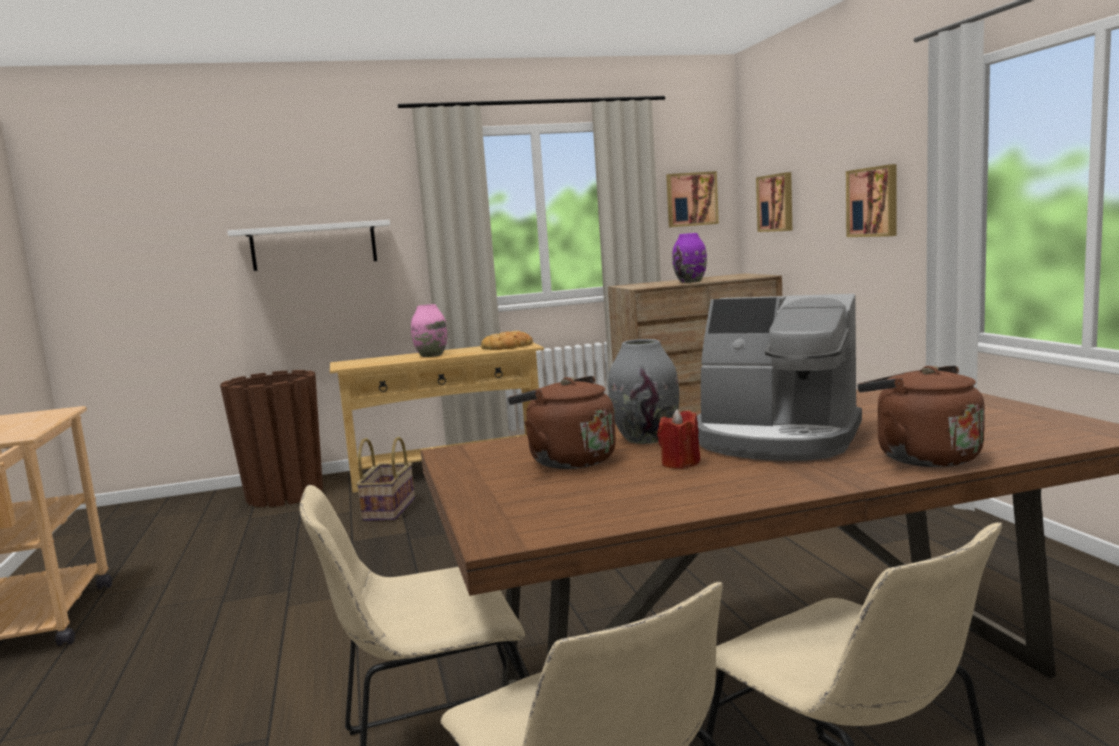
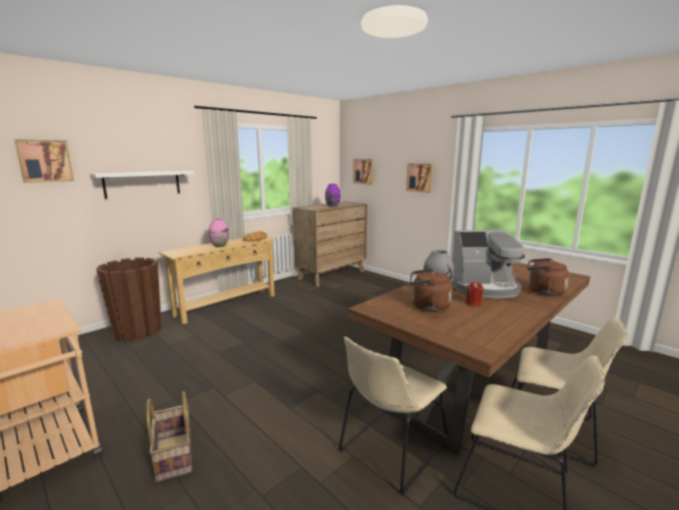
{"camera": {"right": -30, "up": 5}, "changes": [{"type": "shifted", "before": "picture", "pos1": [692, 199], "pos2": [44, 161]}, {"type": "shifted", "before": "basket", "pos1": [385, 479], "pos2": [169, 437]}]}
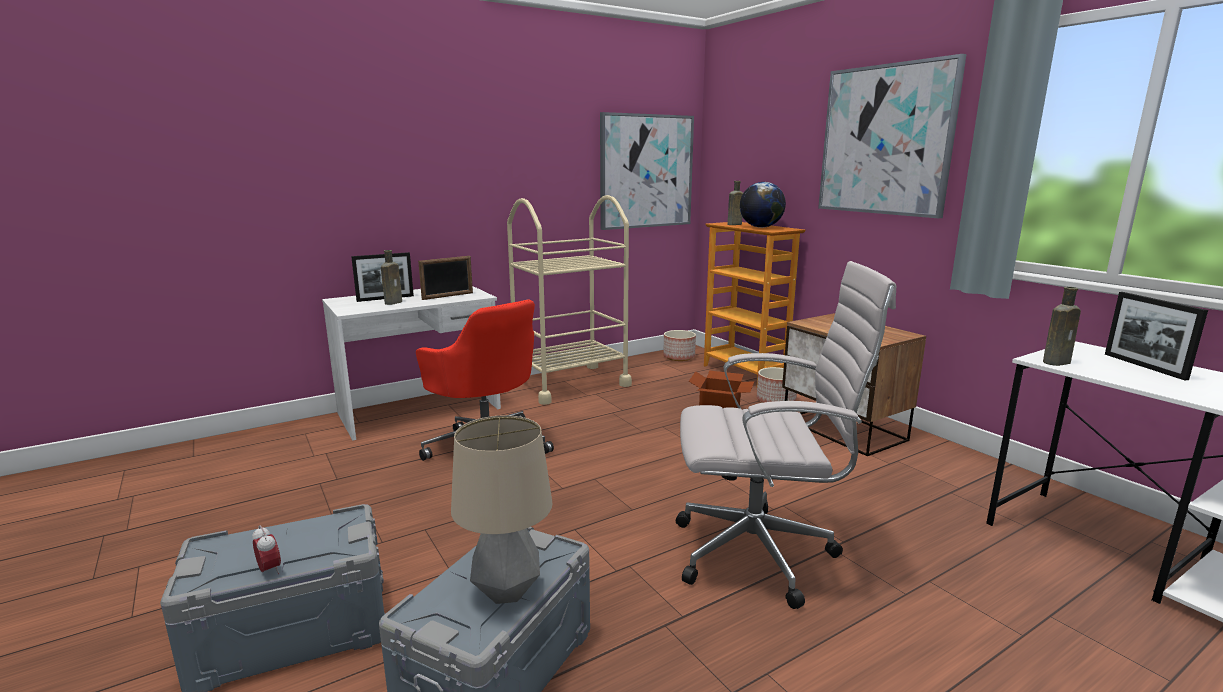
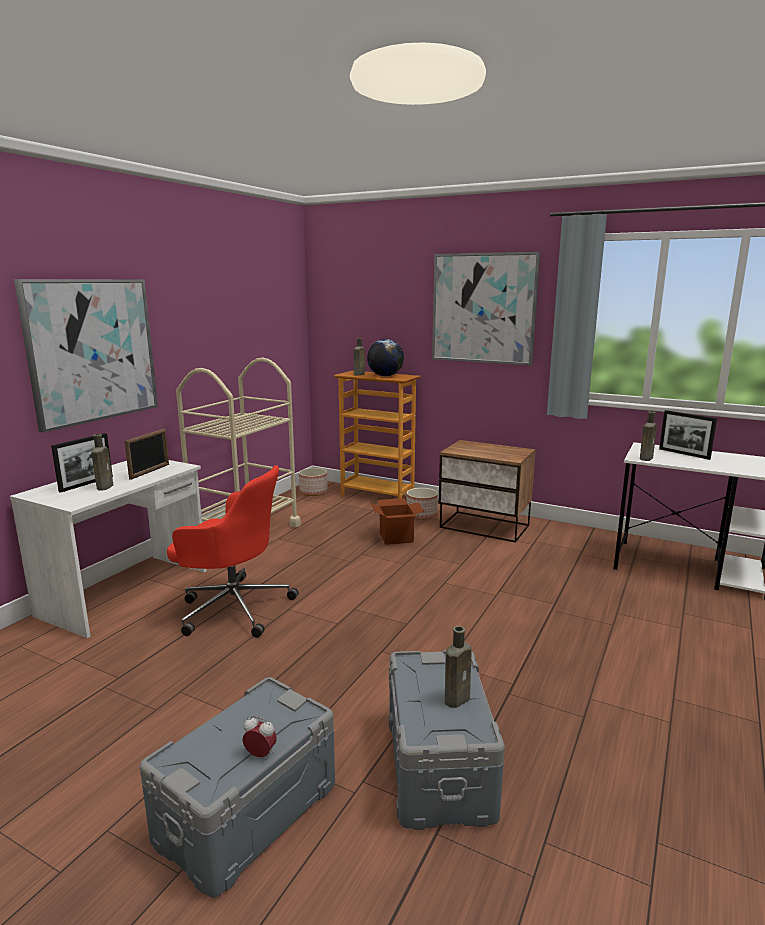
{"camera": {"right": -30, "up": 0}, "changes": [{"type": "shifted", "before": "picture", "pos1": [647, 171], "pos2": [86, 356]}, {"type": "gone", "before": "white office chair", "pos1": [786, 435]}, {"type": "swapped", "before": "table lamp", "after": "brown bottle", "pos1": [501, 509], "pos2": [461, 667]}]}
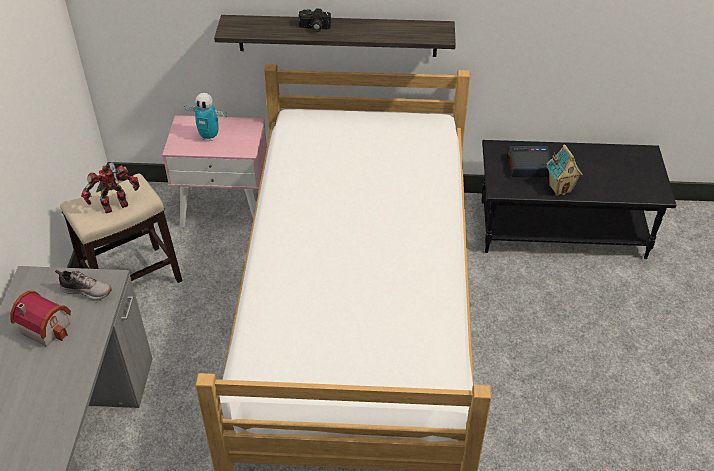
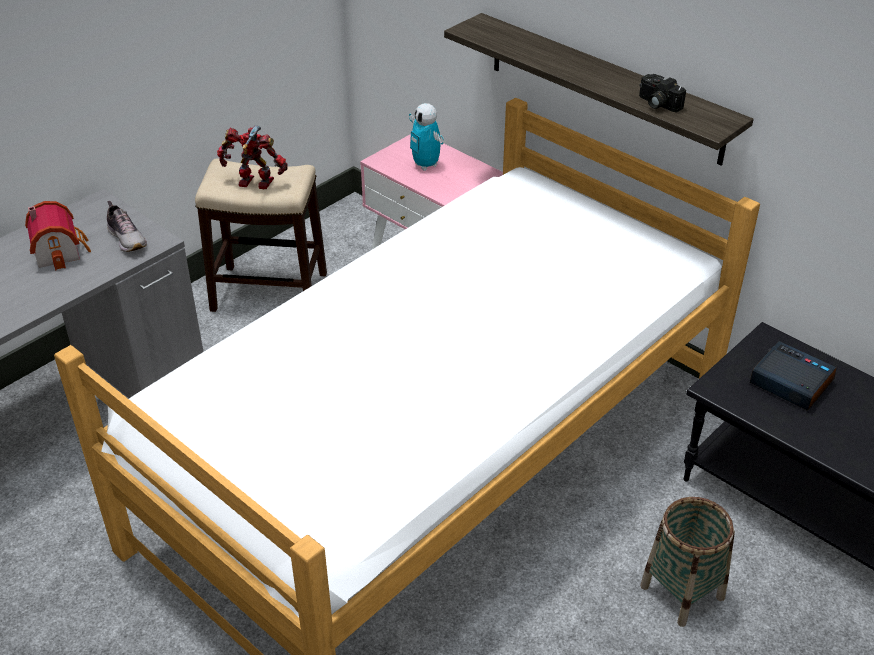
{"camera": {"right": 40, "up": -5}, "changes": [{"type": "shifted", "before": "photo camera", "pos1": [314, 20], "pos2": [662, 93]}, {"type": "gone", "before": "toy house", "pos1": [564, 170]}, {"type": "new", "after": "basket", "pos2": [687, 562]}]}
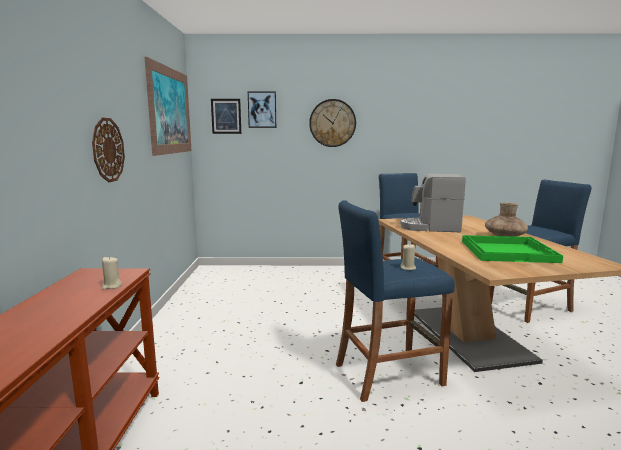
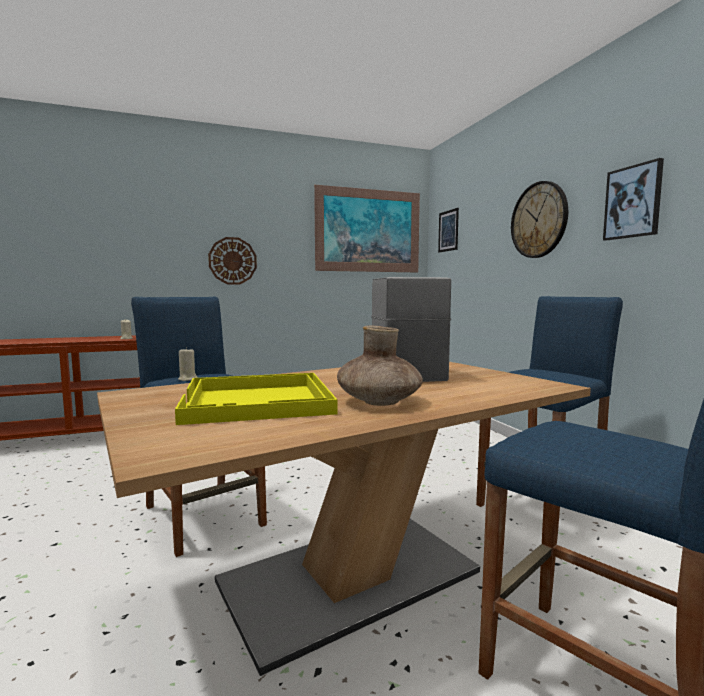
{"camera": {"right": 70, "up": -5}, "changes": [{"type": "shifted", "before": "picture", "pos1": [262, 110], "pos2": [633, 199]}, {"type": "repainted", "before": "green tray", "after": "yellow tray", "pos1": [512, 249], "pos2": [256, 399]}]}
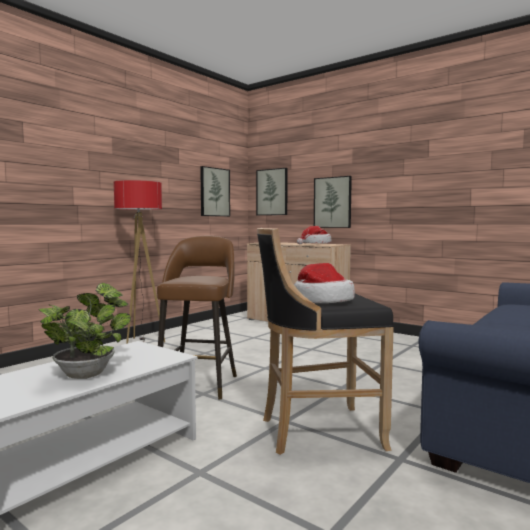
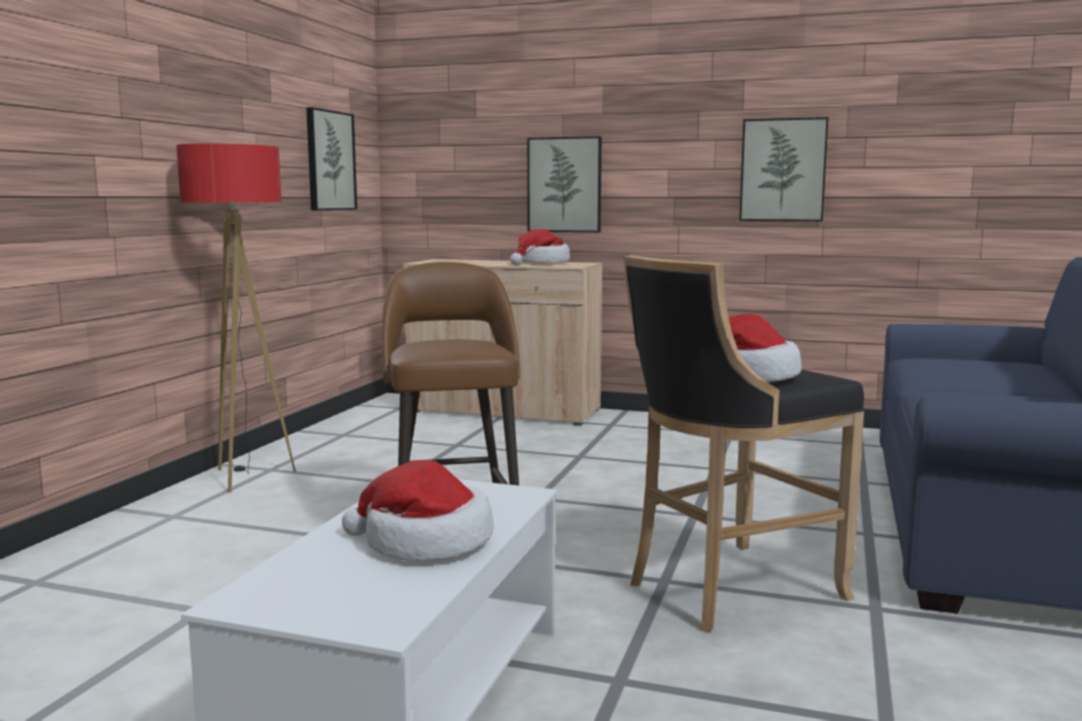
{"camera": {"right": -20, "up": 5}, "changes": [{"type": "shifted", "before": "picture", "pos1": [272, 191], "pos2": [784, 169]}, {"type": "swapped", "before": "potted plant", "after": "hat", "pos1": [84, 331], "pos2": [418, 510]}]}
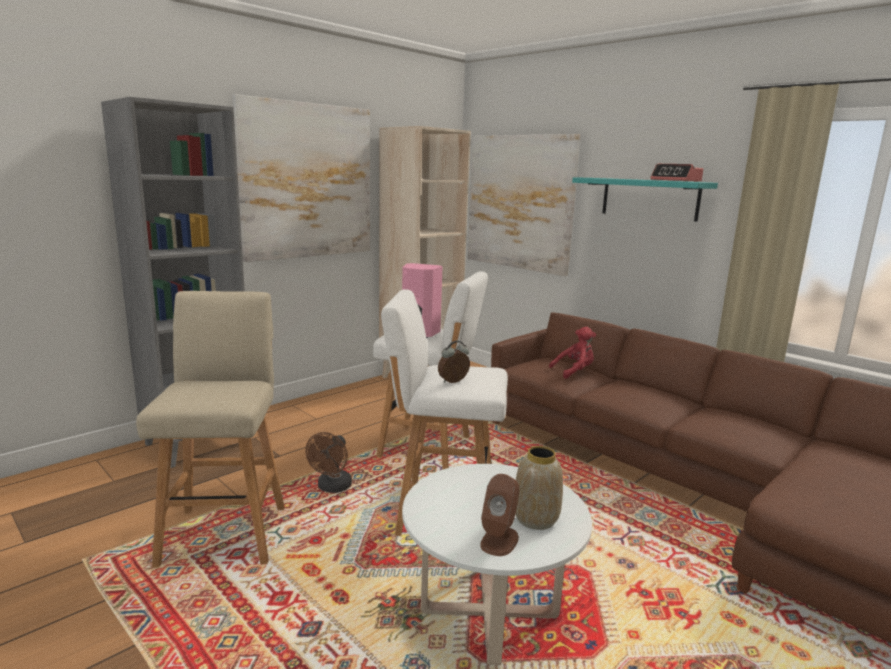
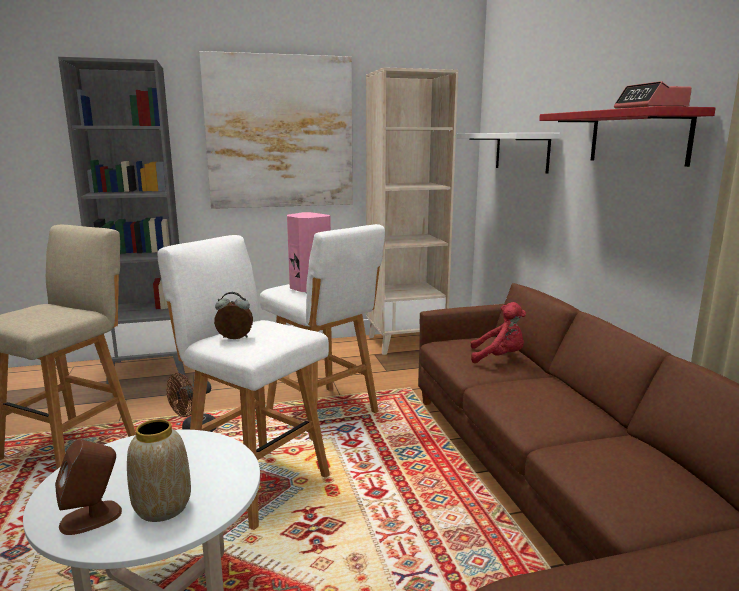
{"camera": {"right": 30, "up": 0}, "changes": [{"type": "swapped", "before": "picture", "after": "white shelf", "pos1": [524, 205], "pos2": [508, 153]}, {"type": "repainted", "before": "turquoise shelf", "after": "red shelf", "pos1": [645, 199], "pos2": [627, 136]}]}
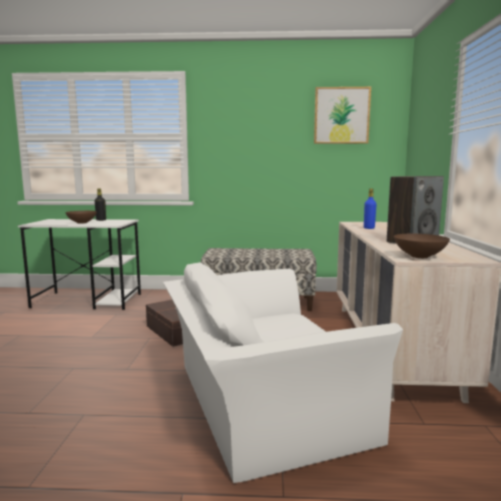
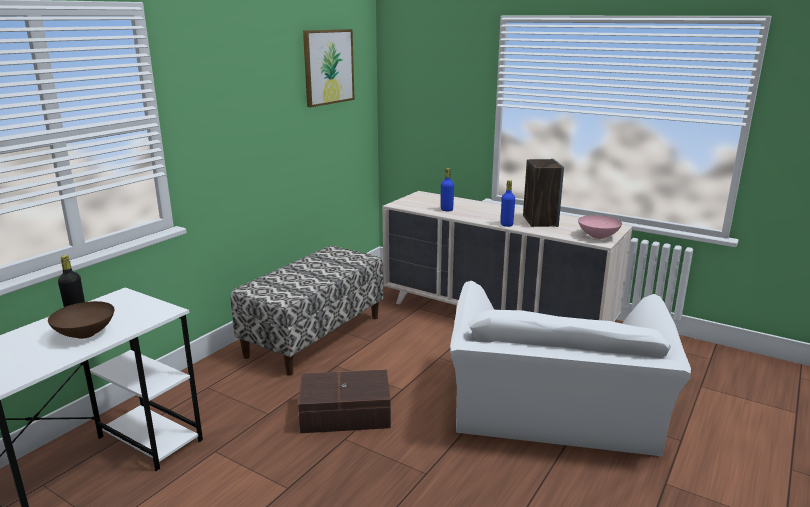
{"camera": {"right": -60, "up": 10}, "changes": [{"type": "repainted", "before": "brown bowl", "after": "pink bowl", "pos1": [422, 246], "pos2": [600, 227]}, {"type": "new", "after": "blue bottle", "pos2": [508, 203]}]}
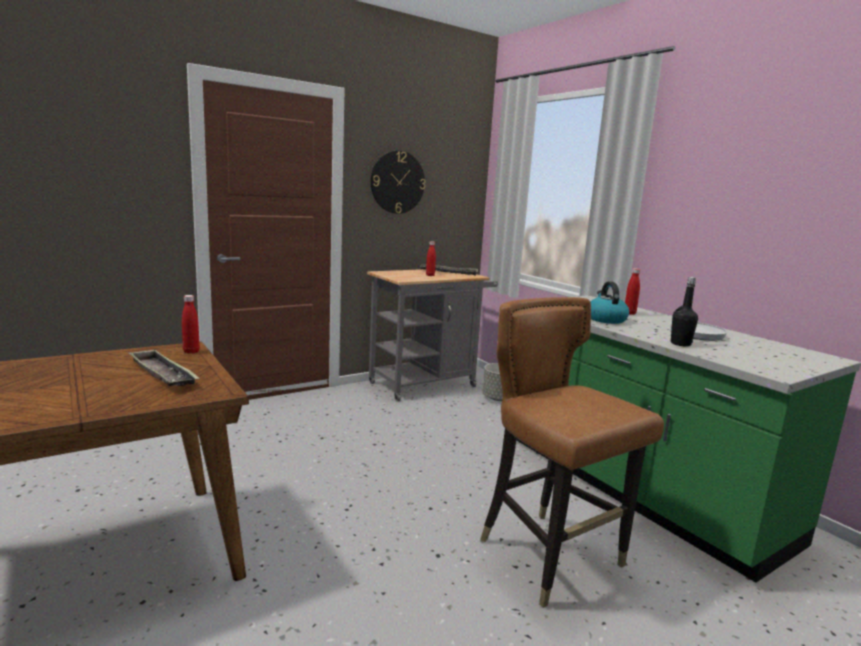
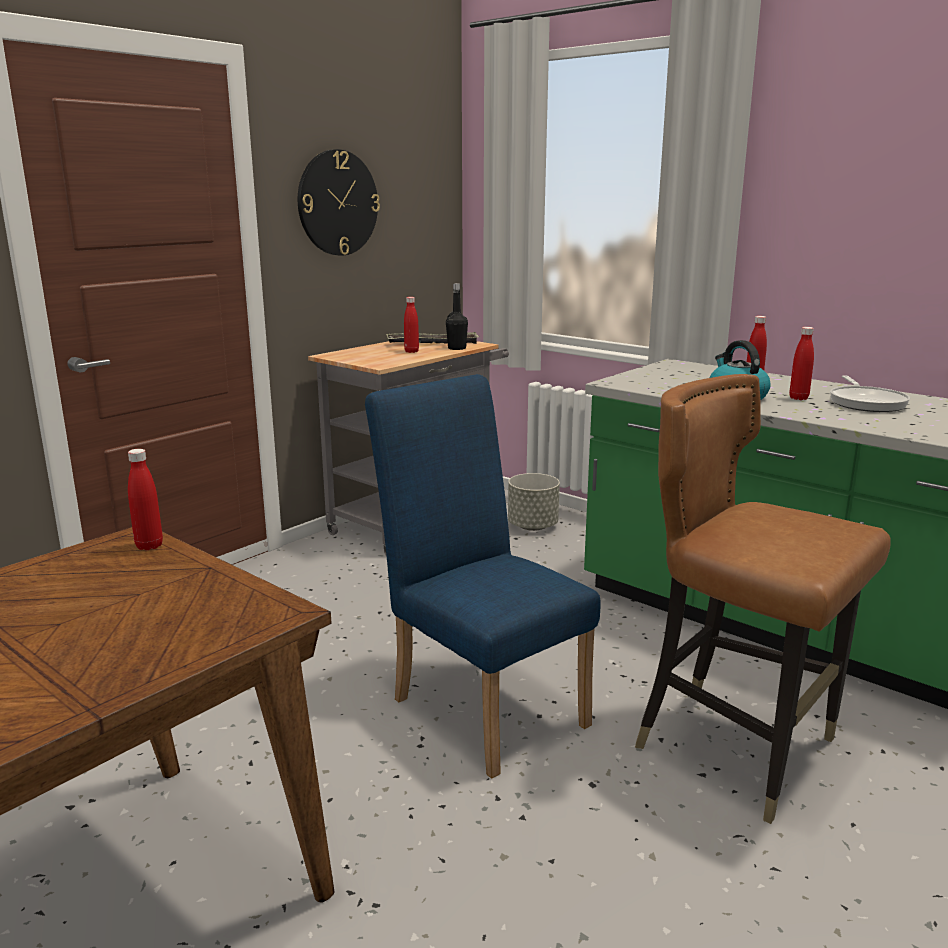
{"camera": {"right": -15, "up": 5}, "changes": [{"type": "shifted", "before": "black bottle", "pos1": [684, 312], "pos2": [457, 316]}, {"type": "gone", "before": "tray", "pos1": [164, 367]}, {"type": "new", "after": "red bottle", "pos2": [801, 363]}, {"type": "new", "after": "blue chair", "pos2": [483, 576]}]}
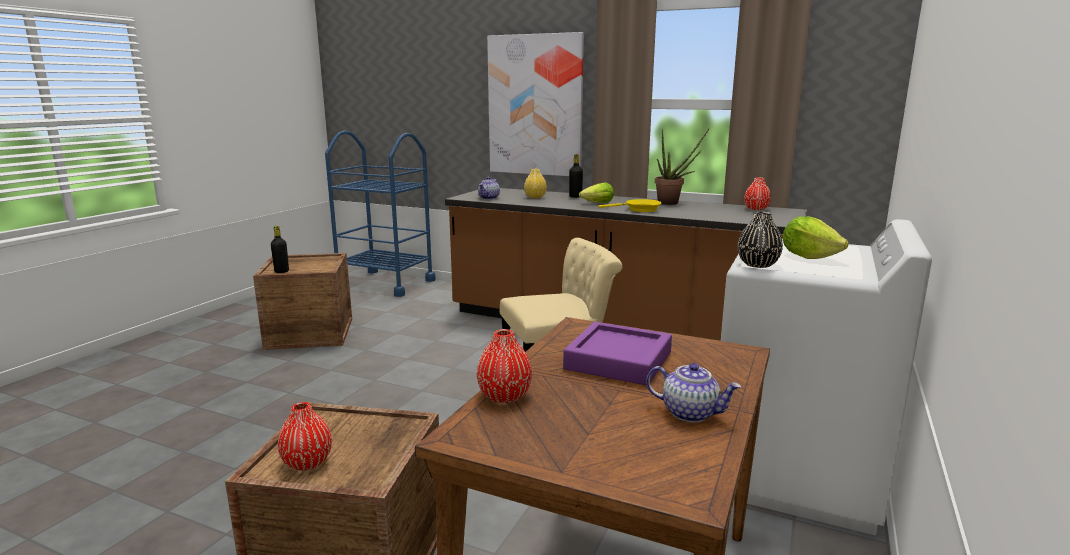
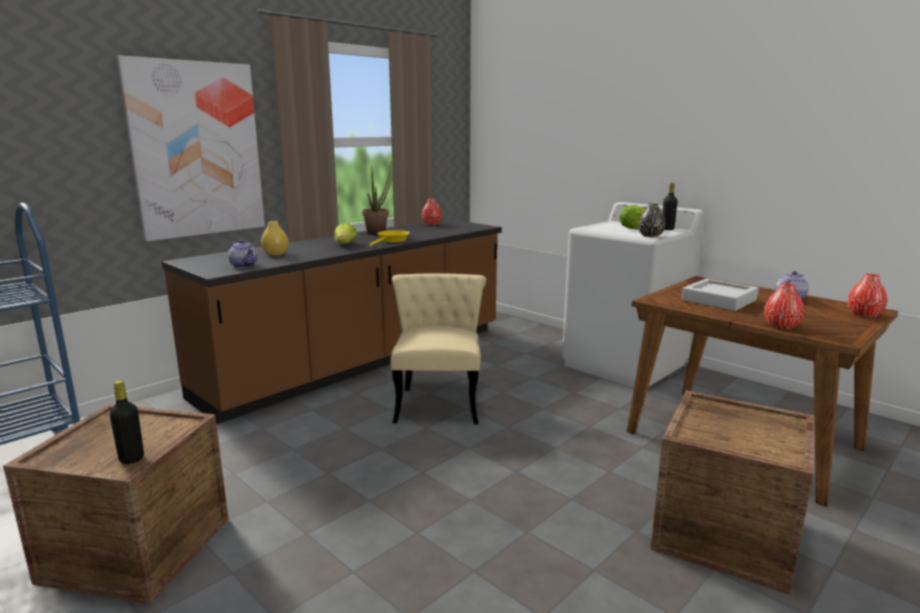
{"camera": {"right": -70, "up": 0}, "changes": [{"type": "shifted", "before": "black bottle", "pos1": [576, 176], "pos2": [670, 206]}, {"type": "repainted", "before": "purple tray", "after": "grey tray", "pos1": [617, 354], "pos2": [720, 294]}, {"type": "shifted", "before": "red vase", "pos1": [305, 436], "pos2": [867, 295]}]}
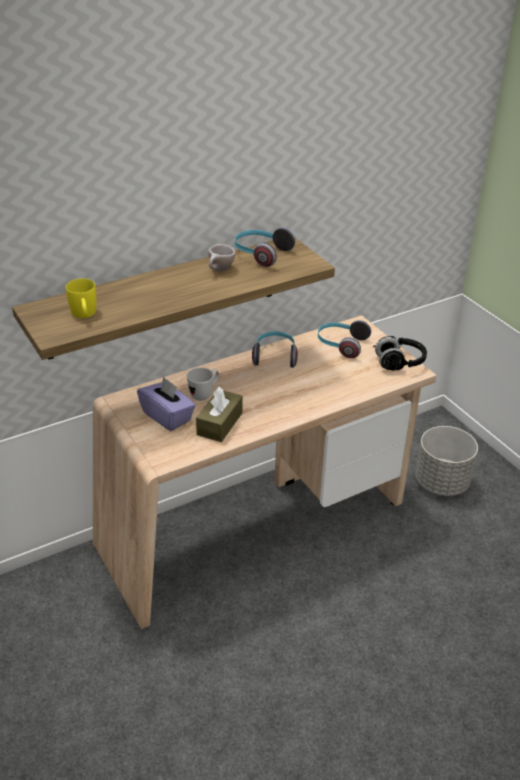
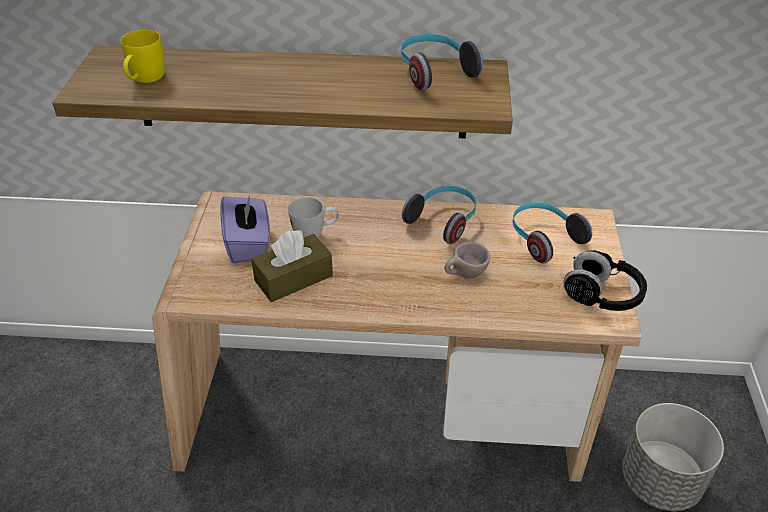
{"camera": {"right": 35, "up": 5}, "changes": [{"type": "shifted", "before": "beige cup", "pos1": [221, 257], "pos2": [467, 260]}]}
